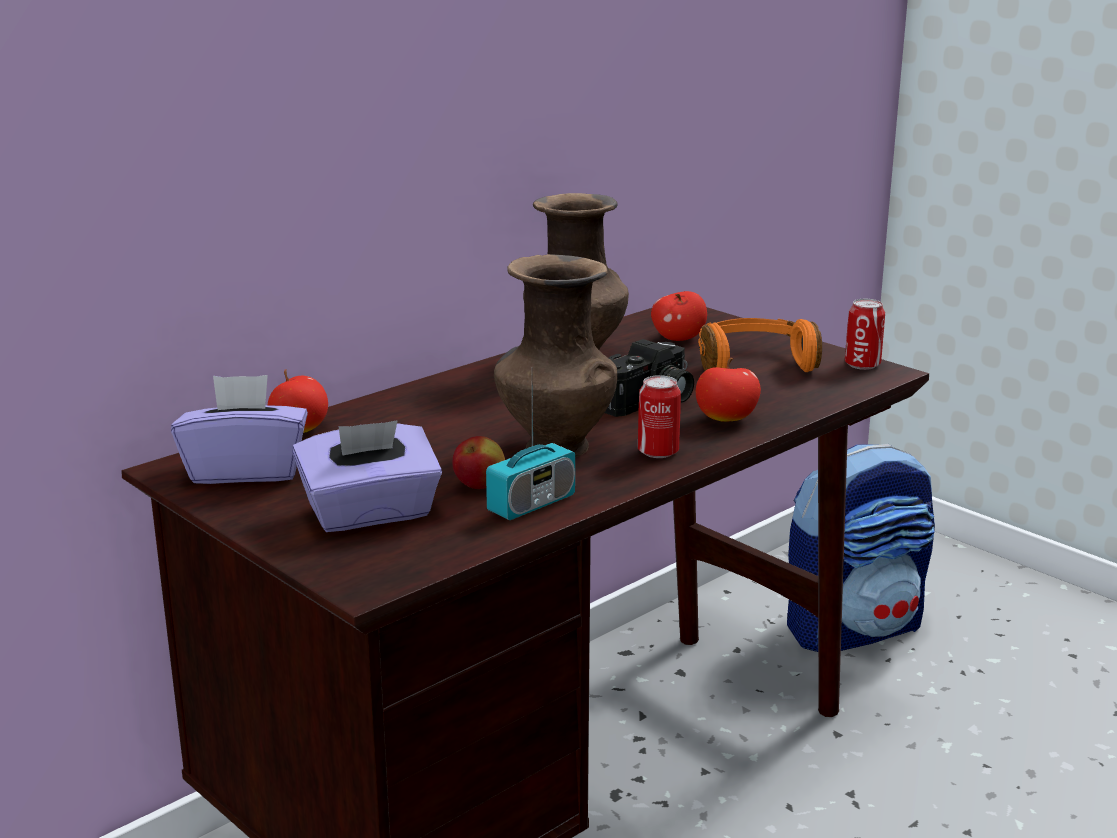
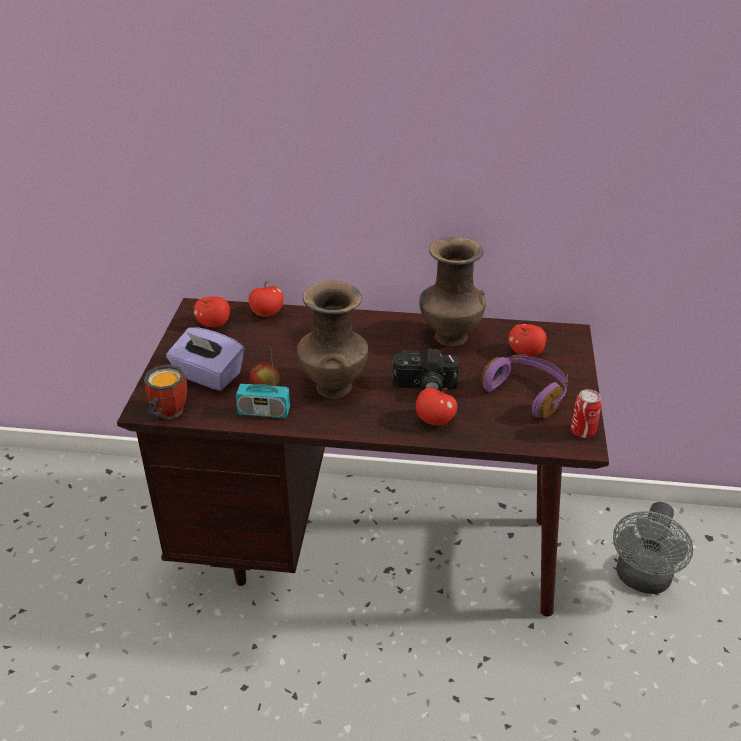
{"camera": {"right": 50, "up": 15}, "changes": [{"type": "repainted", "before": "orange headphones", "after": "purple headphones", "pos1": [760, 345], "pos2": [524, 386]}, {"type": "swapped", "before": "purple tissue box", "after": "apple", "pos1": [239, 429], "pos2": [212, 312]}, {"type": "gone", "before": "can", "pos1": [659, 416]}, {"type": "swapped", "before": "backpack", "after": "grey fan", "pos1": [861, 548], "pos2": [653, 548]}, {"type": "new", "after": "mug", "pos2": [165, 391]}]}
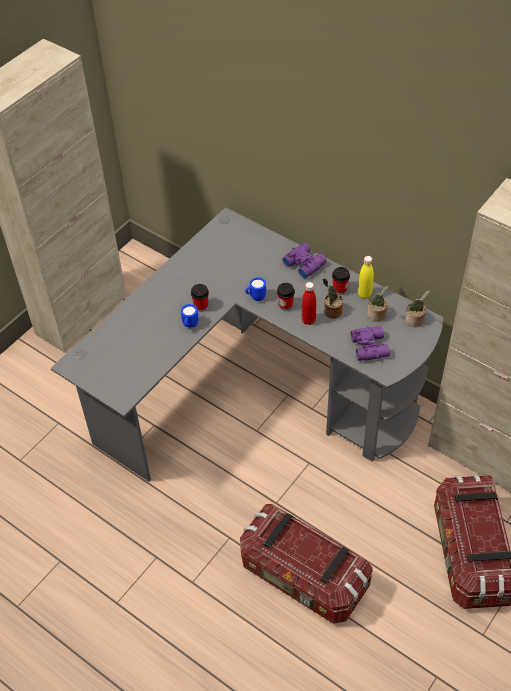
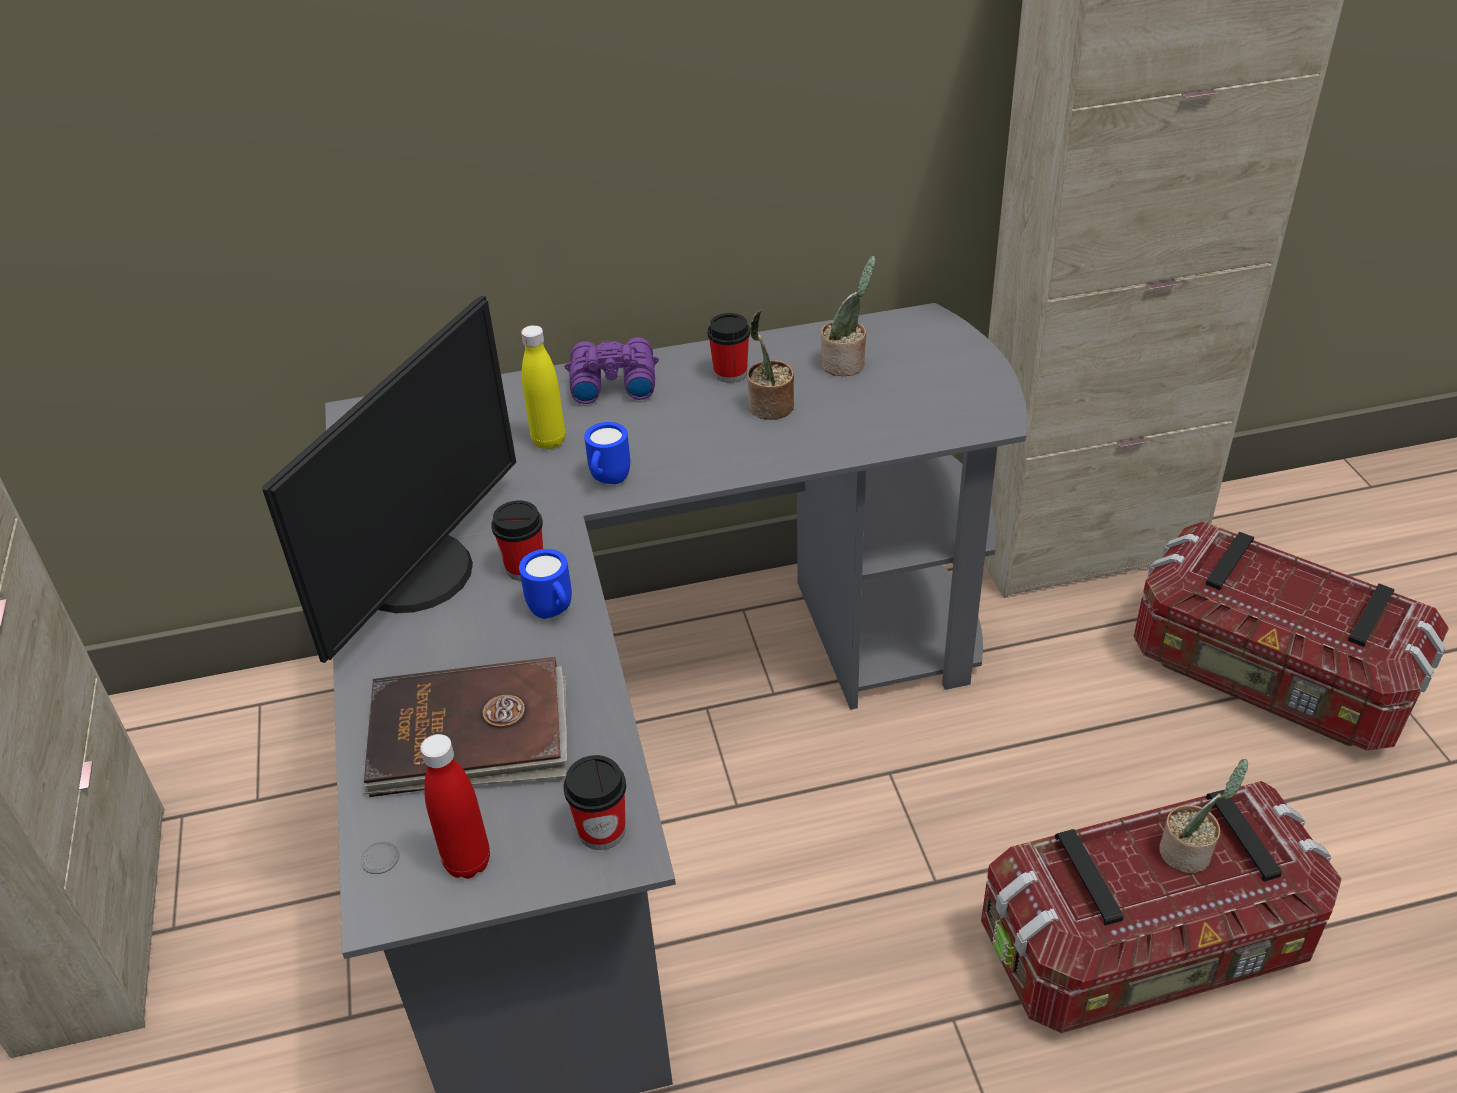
{"camera": {"right": -50, "up": -10}, "changes": [{"type": "shifted", "before": "yellow bottle", "pos1": [366, 277], "pos2": [543, 387]}, {"type": "shifted", "before": "red bottle", "pos1": [309, 303], "pos2": [455, 806]}, {"type": "shifted", "before": "cup", "pos1": [286, 297], "pos2": [594, 802]}, {"type": "shifted", "before": "potted plant", "pos1": [417, 308], "pos2": [1203, 816]}, {"type": "gone", "before": "purple binoculars", "pos1": [370, 343]}, {"type": "new", "after": "monitor", "pos2": [389, 479]}, {"type": "new", "after": "brown book", "pos2": [465, 727]}]}
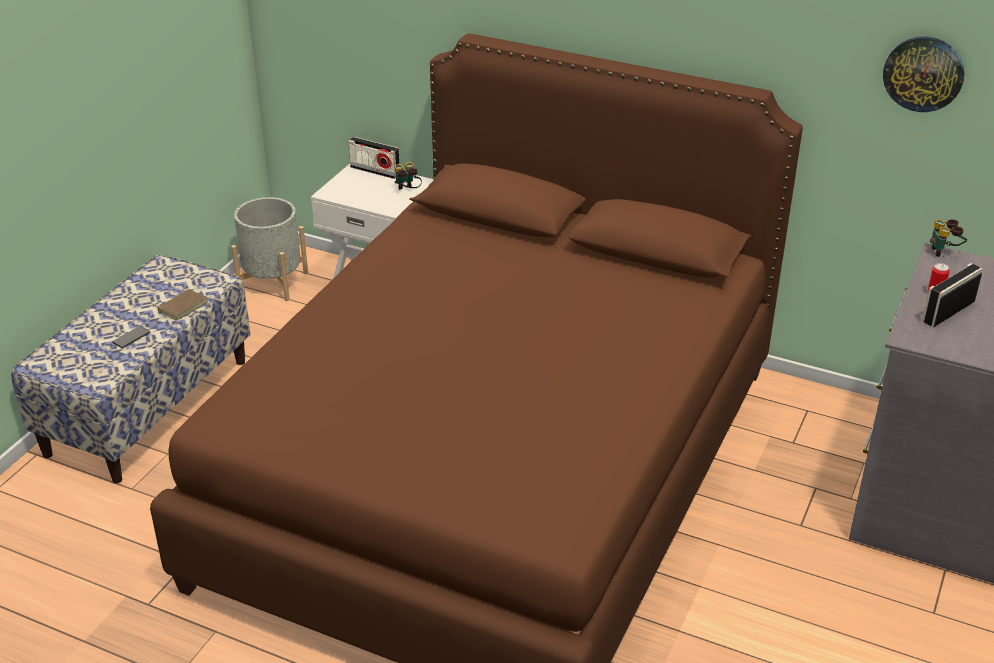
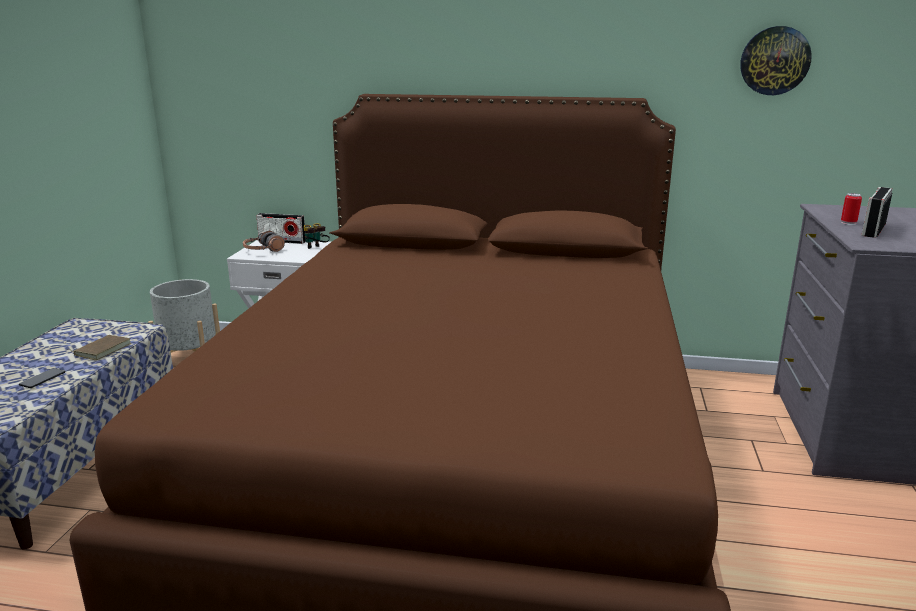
{"camera": {"right": -15, "up": -15}, "changes": [{"type": "gone", "before": "binoculars", "pos1": [948, 238]}, {"type": "new", "after": "headphones", "pos2": [264, 241]}]}
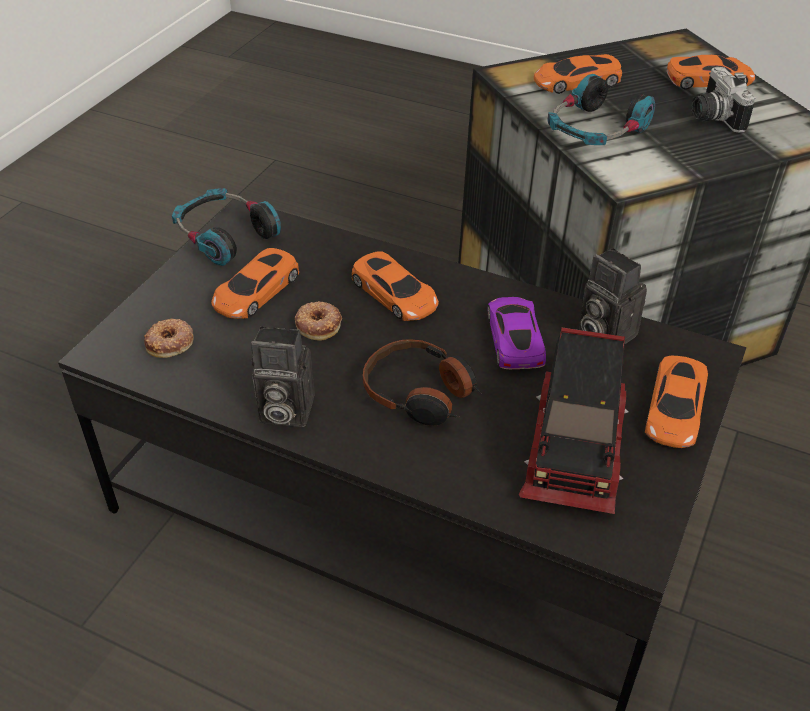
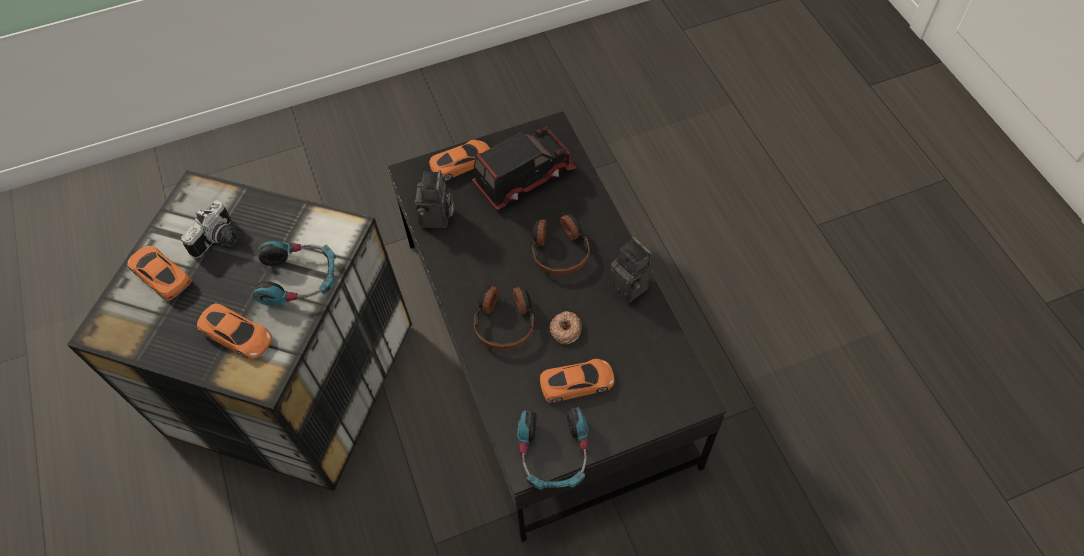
{"camera": {"right": -135, "up": 15}, "changes": [{"type": "swapped", "before": "orange toy car", "after": "headphones", "pos1": [395, 286], "pos2": [504, 315]}, {"type": "gone", "before": "purple toy car", "pos1": [516, 333]}, {"type": "gone", "before": "donut", "pos1": [169, 338]}]}
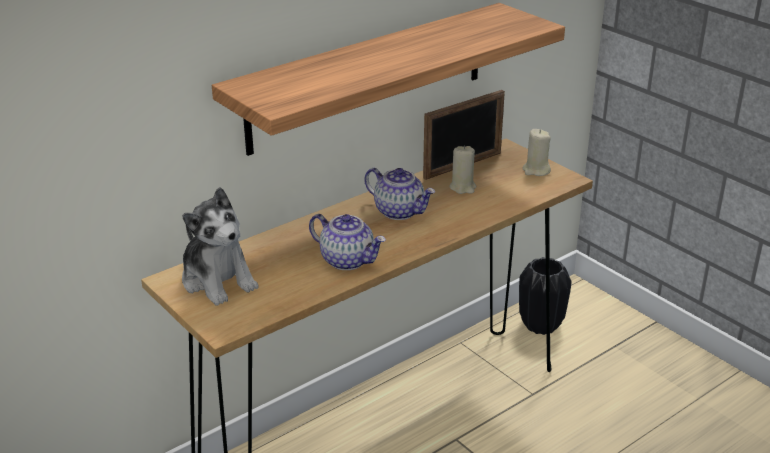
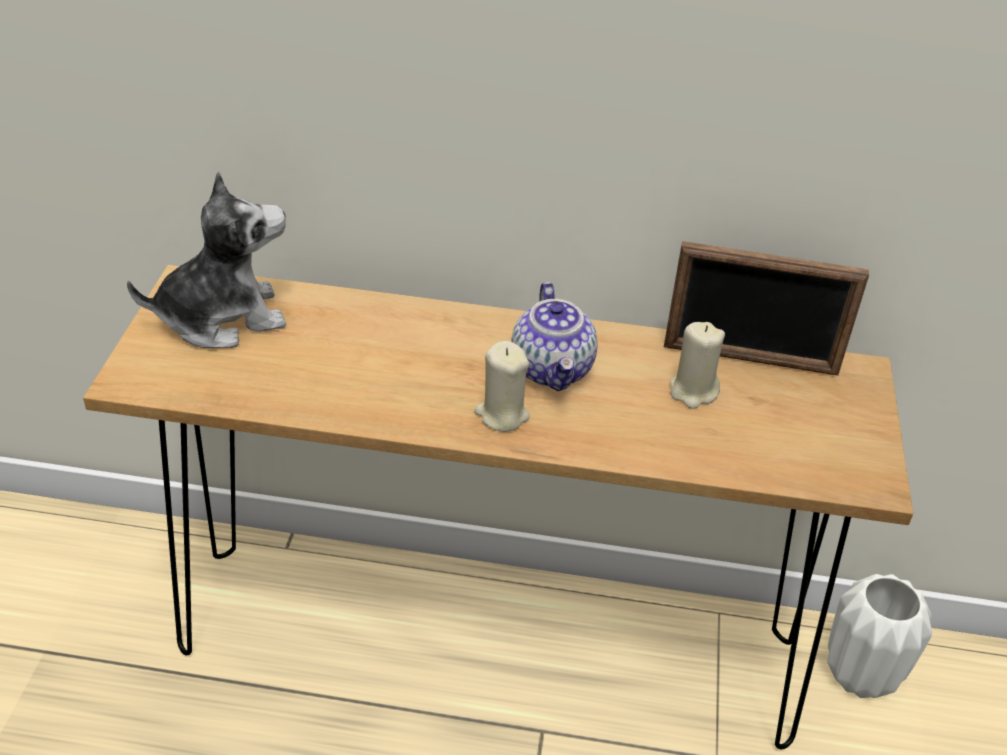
{"camera": {"right": 45, "up": 10}, "changes": [{"type": "gone", "before": "shelf", "pos1": [388, 79]}, {"type": "shifted", "before": "beige candle", "pos1": [536, 152], "pos2": [502, 386]}, {"type": "rotated", "before": "plush toy", "pos1": [220, 246], "pos2": [206, 260], "turn": -120}, {"type": "gone", "before": "teapot", "pos1": [347, 242]}, {"type": "repainted", "before": "black vase", "after": "white vase", "pos1": [545, 296], "pos2": [879, 636]}]}
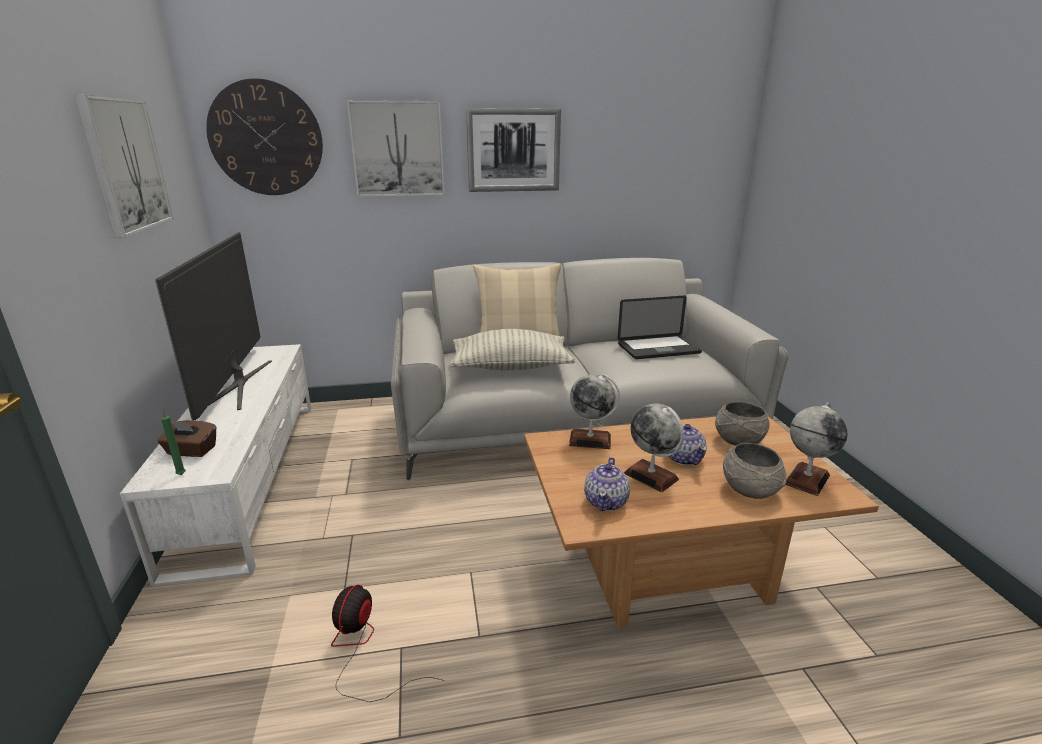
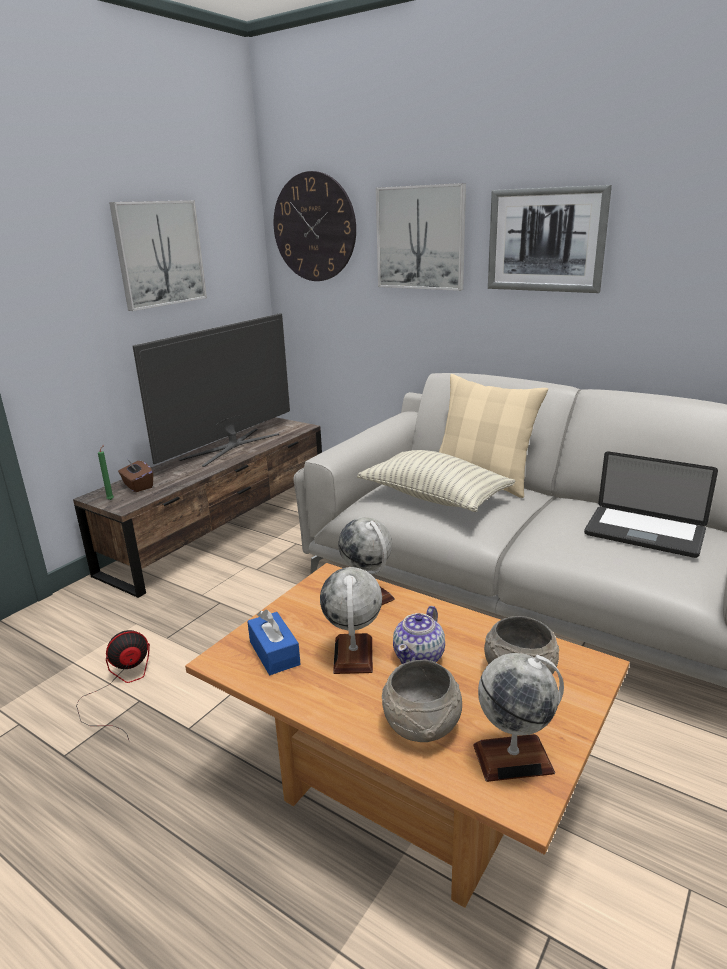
{"camera": {"right": 45, "up": 0}, "changes": [{"type": "repainted", "before": "white tv stand", "after": "brown tv stand", "pos1": [215, 465], "pos2": [197, 507]}, {"type": "swapped", "before": "teapot", "after": "blue tissue box", "pos1": [607, 484], "pos2": [273, 642]}]}
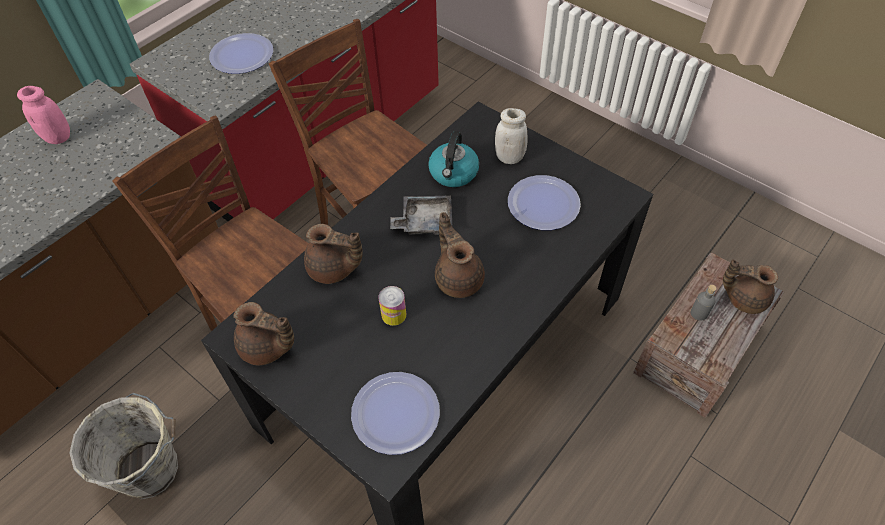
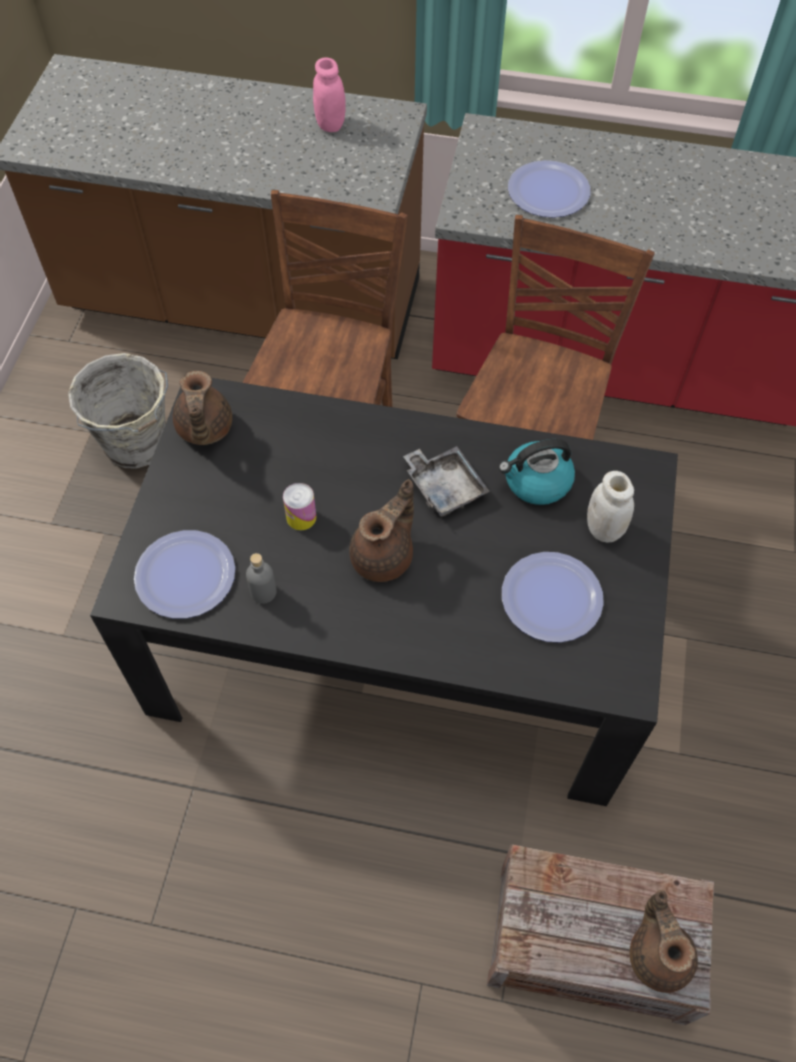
{"camera": {"right": 60, "up": 5}, "changes": [{"type": "gone", "before": "brown teapot", "pos1": [333, 254]}, {"type": "shifted", "before": "grey bottle", "pos1": [703, 303], "pos2": [261, 578]}]}
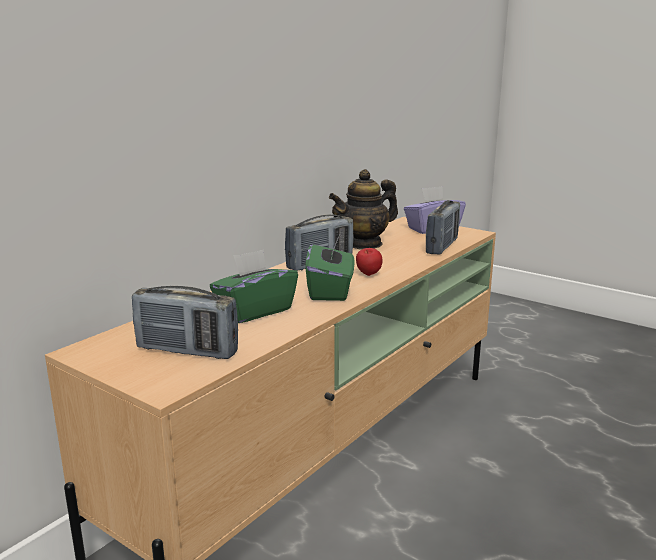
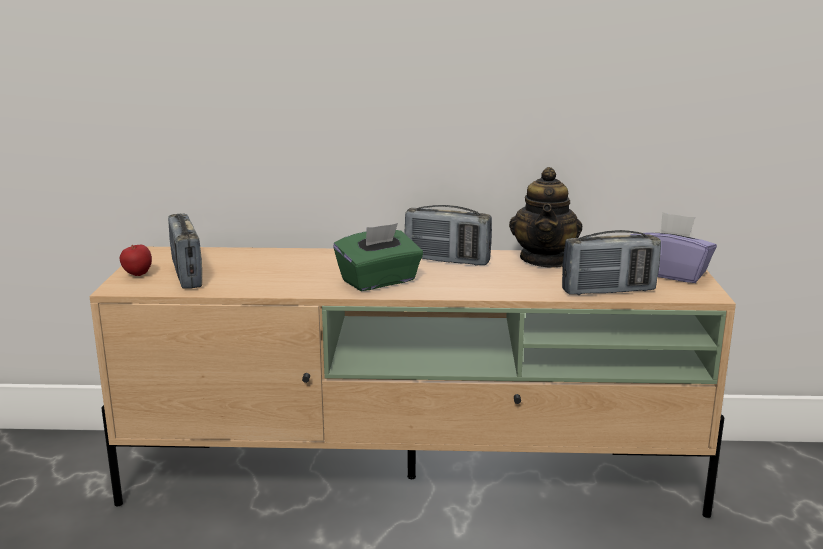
{"camera": {"right": 55, "up": 0}, "changes": [{"type": "rotated", "before": "teapot", "pos1": [363, 209], "pos2": [545, 217], "turn": -105}, {"type": "shifted", "before": "apple", "pos1": [369, 262], "pos2": [136, 260]}, {"type": "gone", "before": "green tissue box", "pos1": [254, 286]}]}
